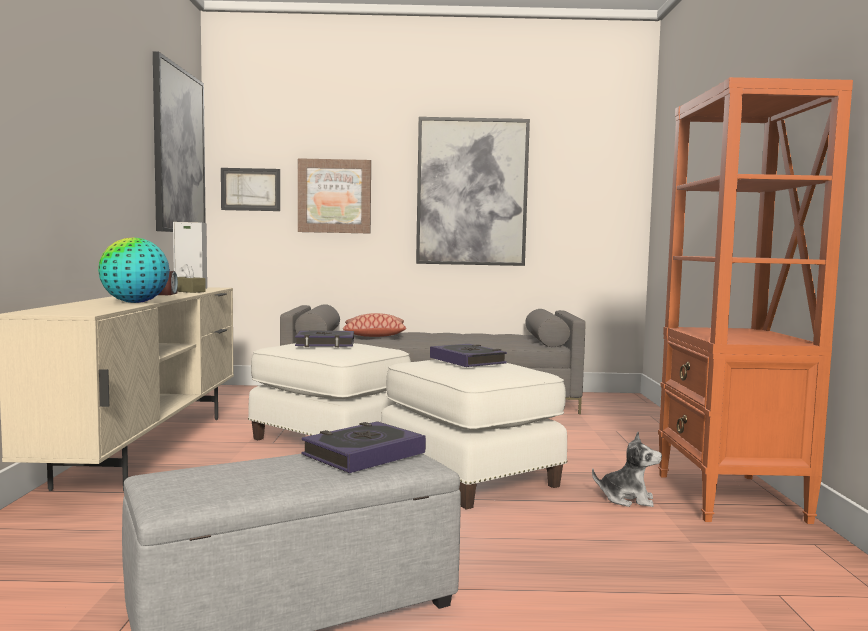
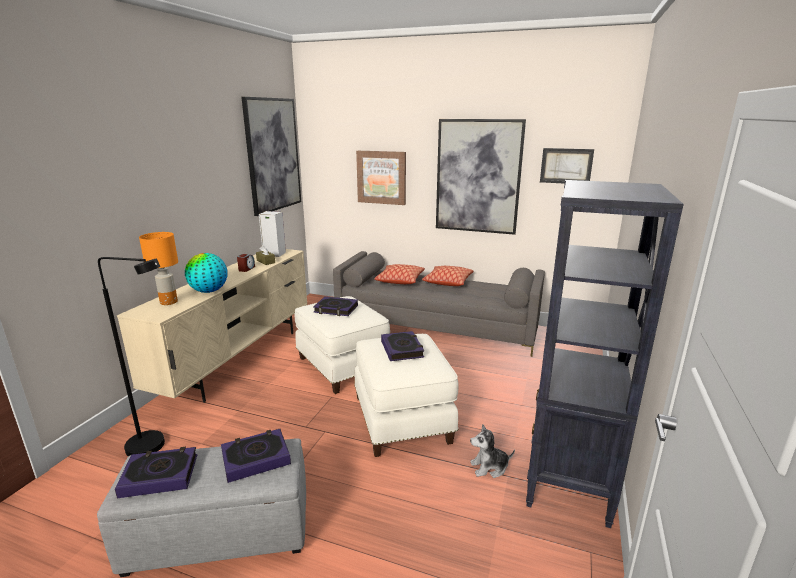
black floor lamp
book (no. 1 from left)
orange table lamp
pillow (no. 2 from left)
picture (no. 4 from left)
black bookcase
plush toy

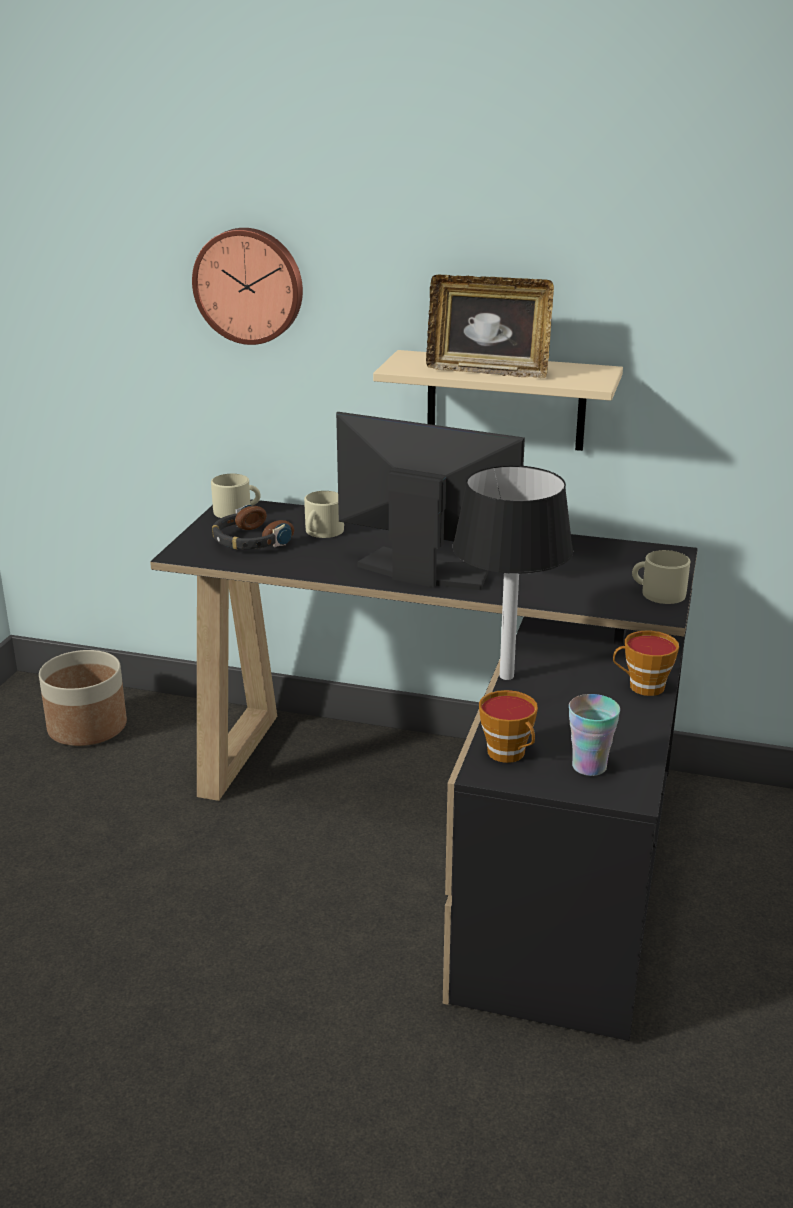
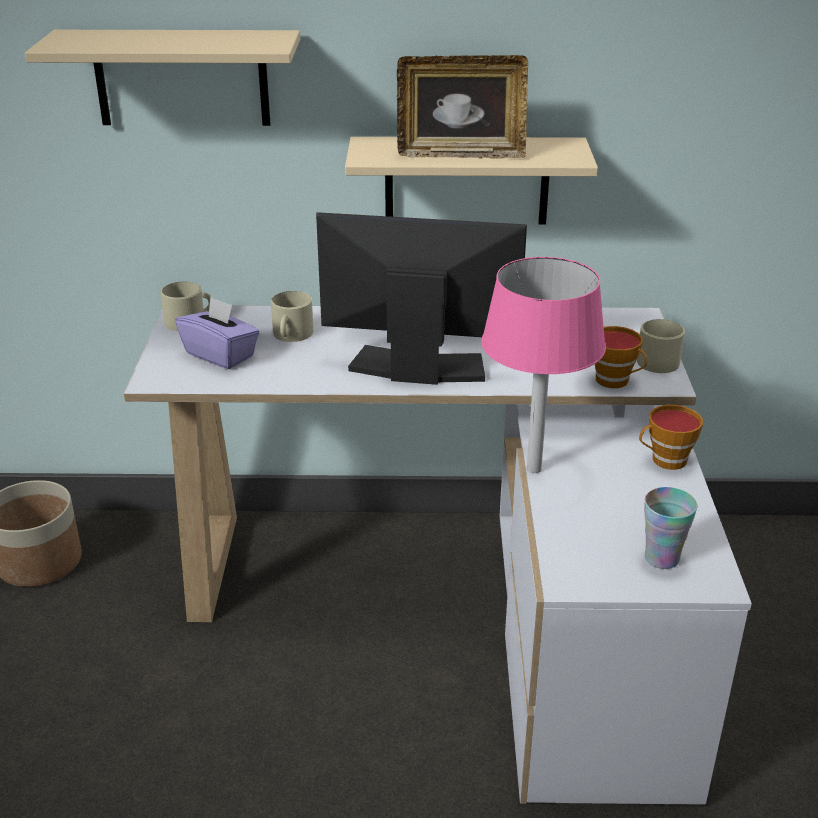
cup (no. 1 from left)
beige shelf (no. 1 from left)
purple tissue box
white desk
pink table lamp

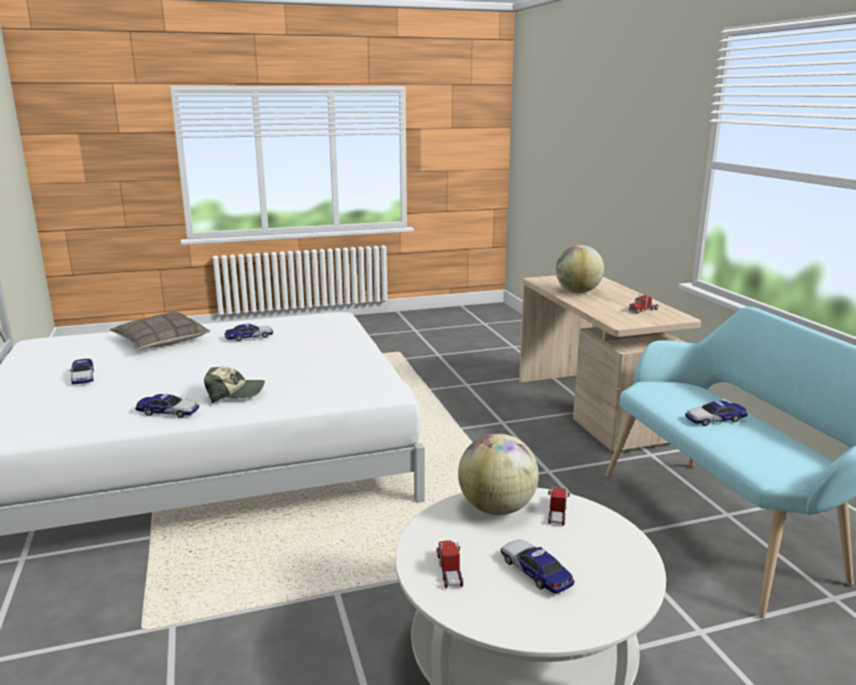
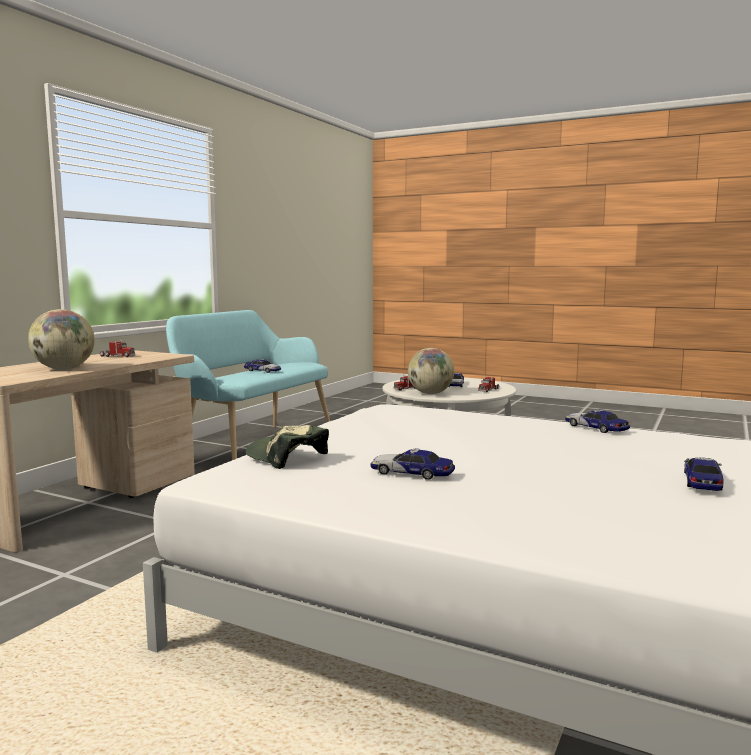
pillow
cap

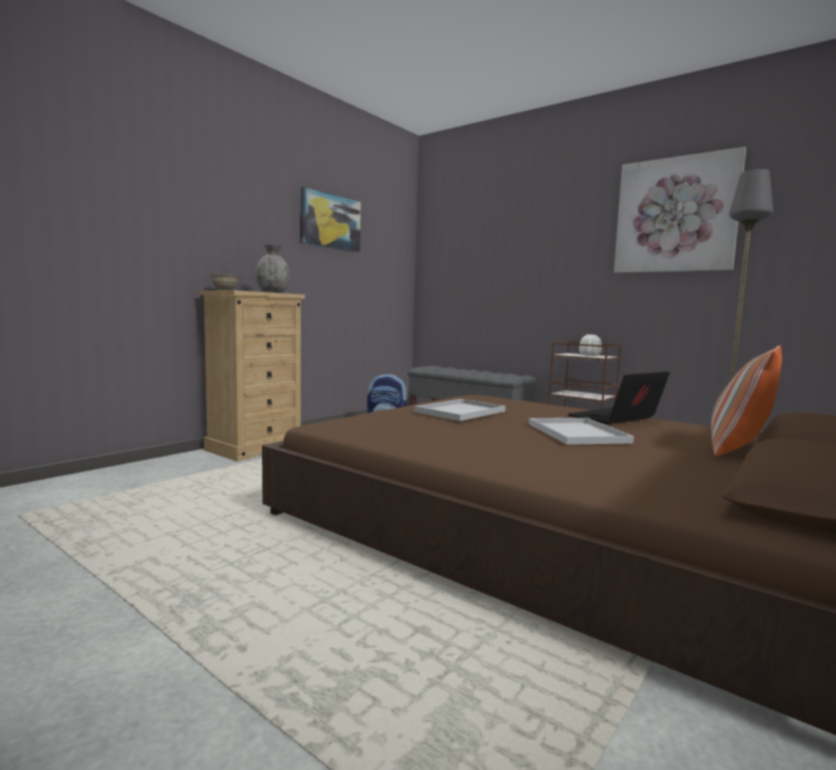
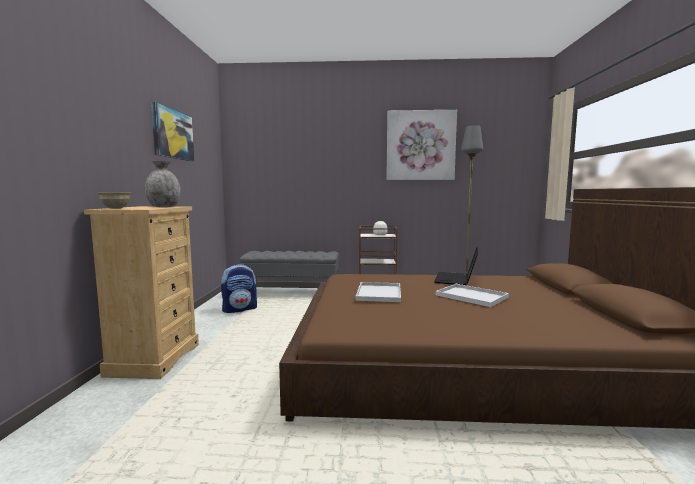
pillow

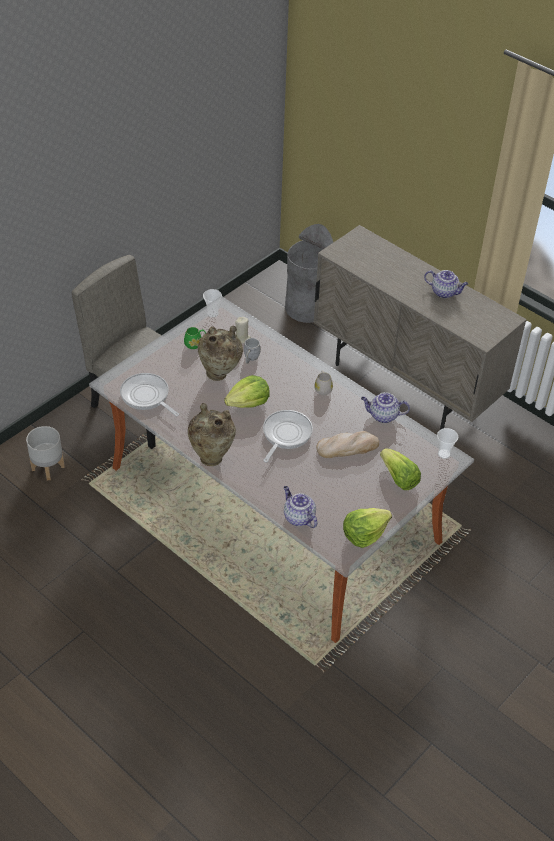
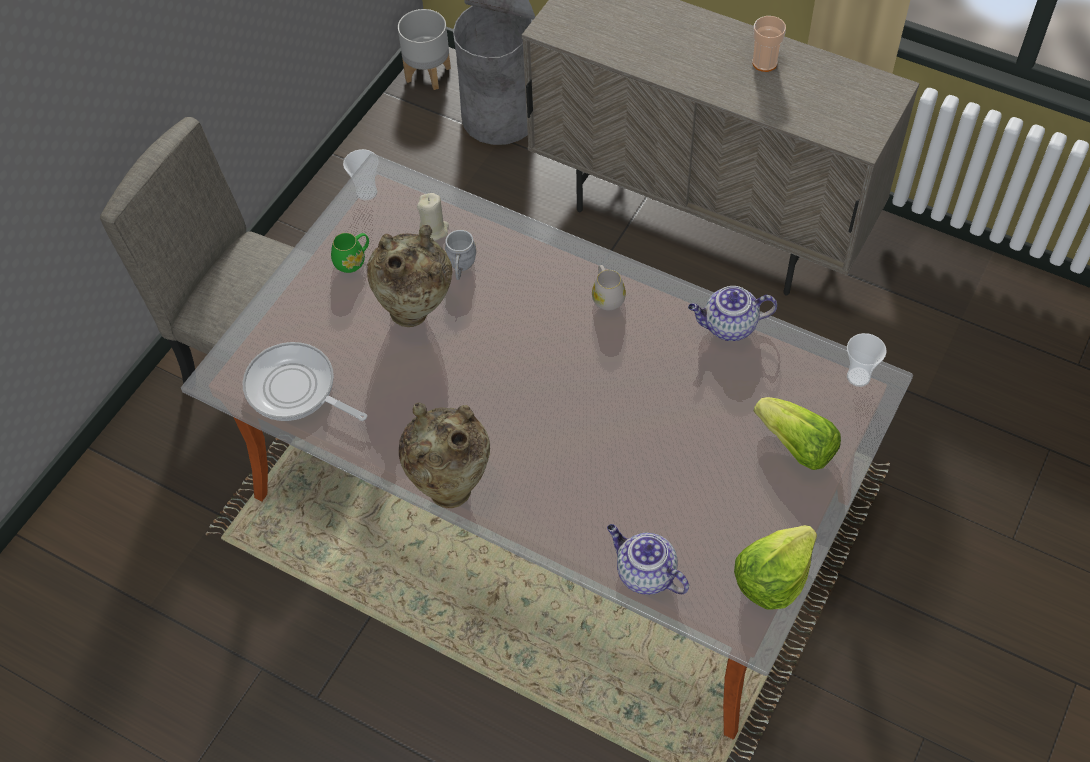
lettuce (no. 1 from left in the first image)
frying pan (no. 2 from left in the first image)
bread
grey planter
cup (no. 2 from left)

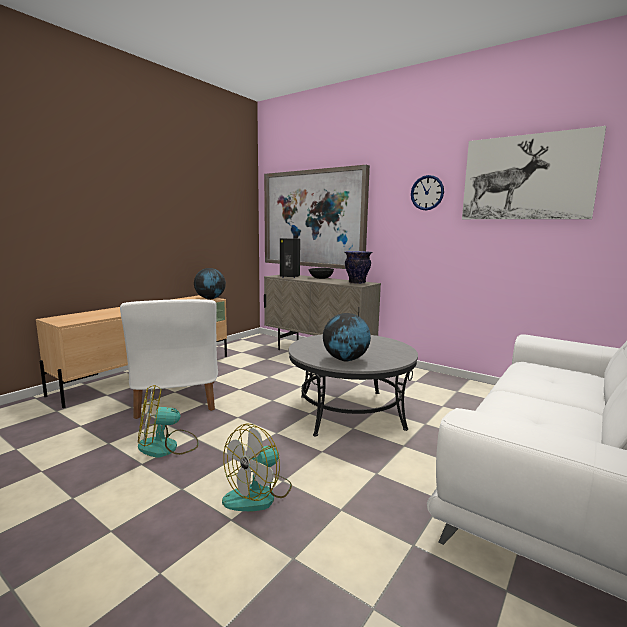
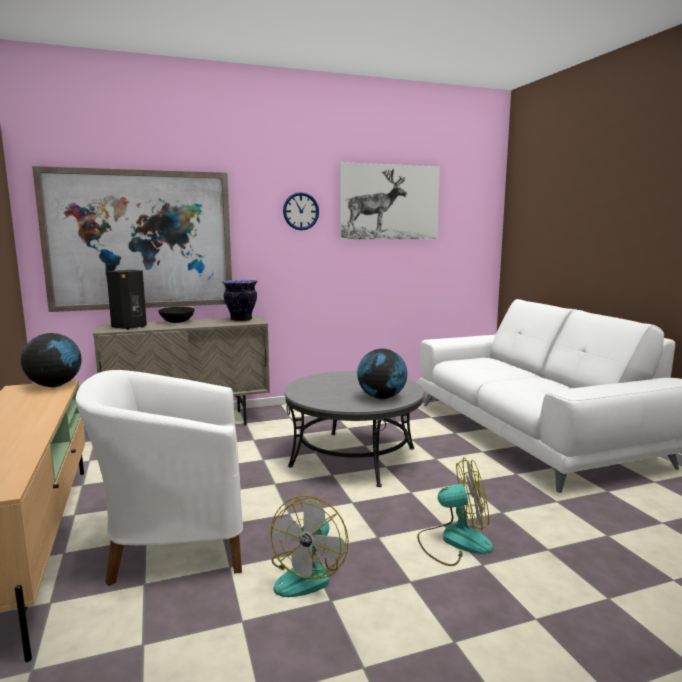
white armchair
fan (no. 2 from left)

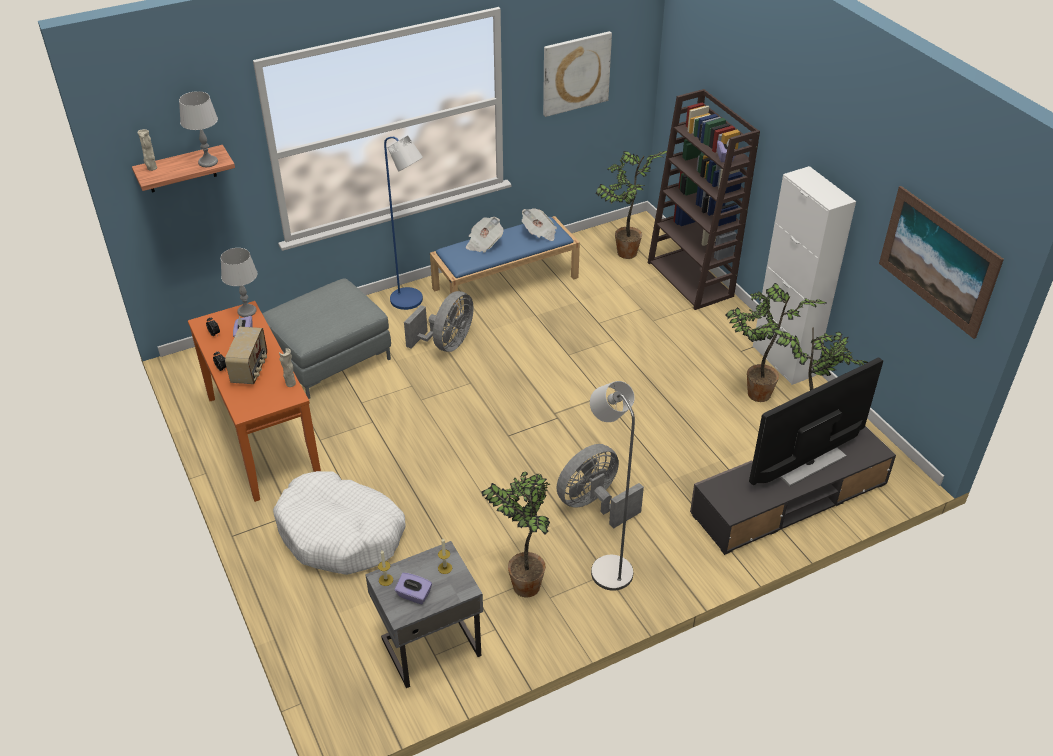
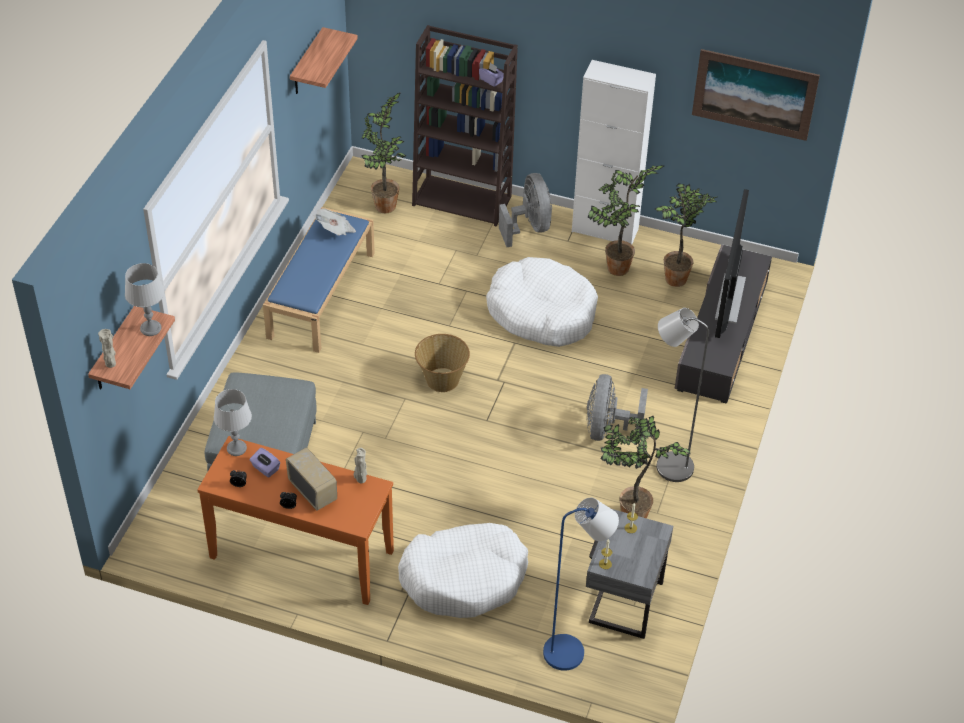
purple tissue box (no. 2 from left in the first image)
newspaper (no. 1 from left in the first image)
basket
white dog bed (no. 2 from left)
blue floor lamp
grey fan (no. 1 from left)
shelf (no. 2 from left)

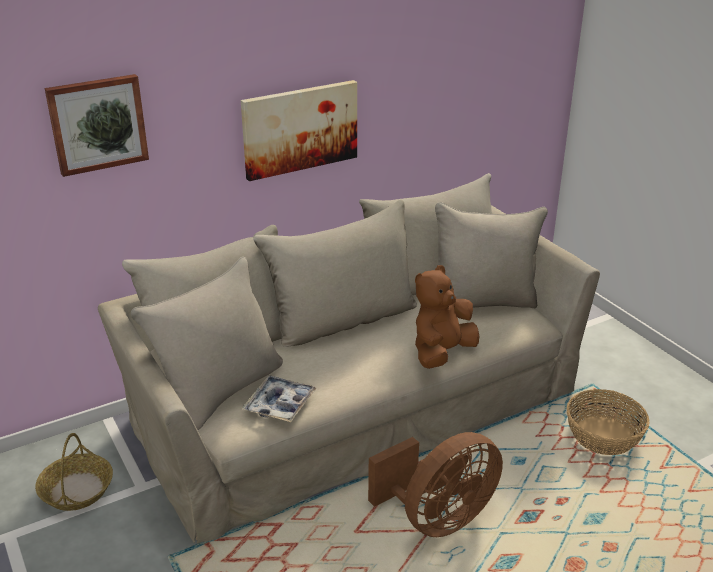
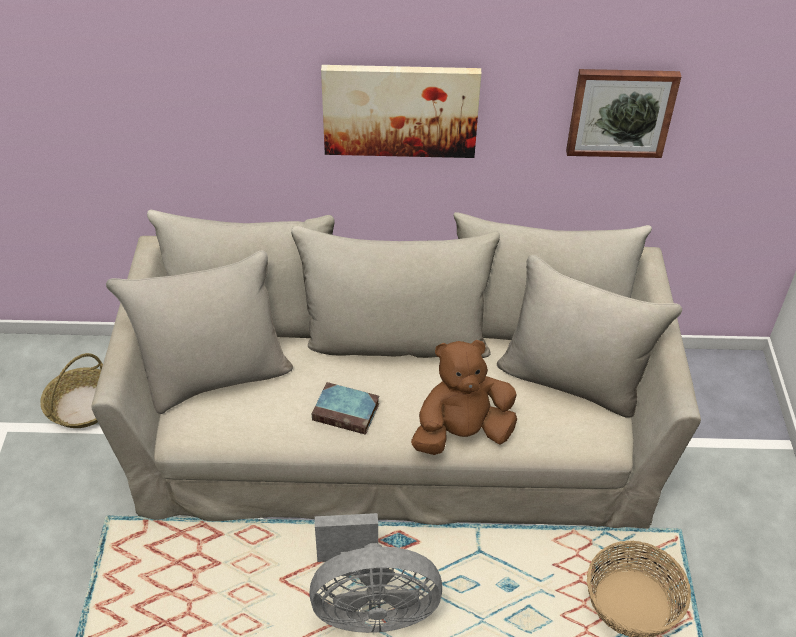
tray
book
picture (no. 2 from left)
grey fan

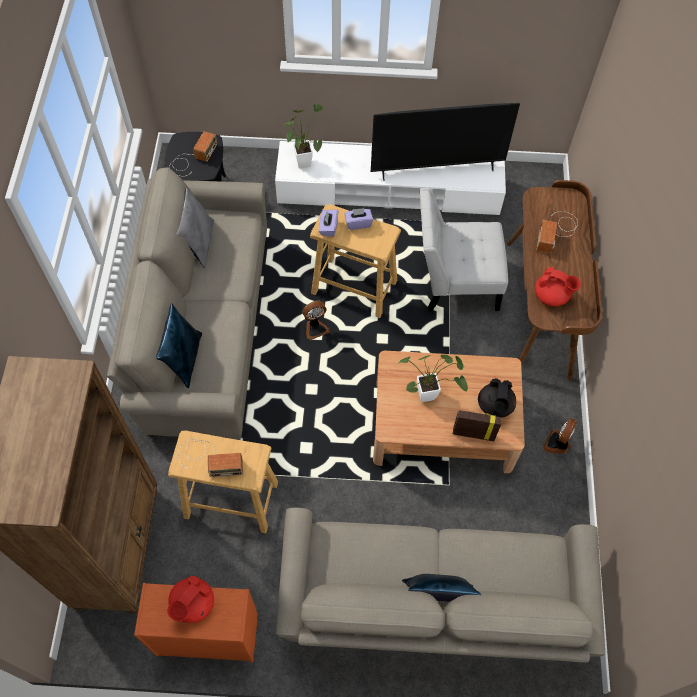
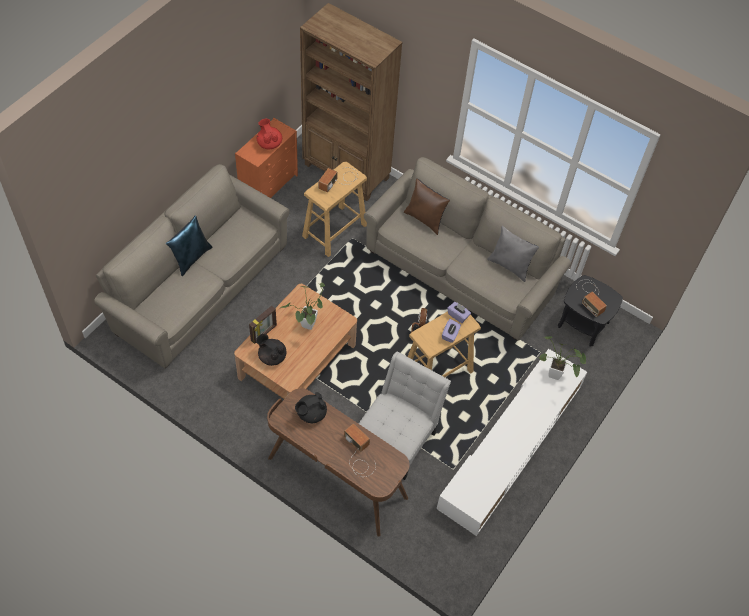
television
fan (no. 2 from left in the first image)
brown pillow
black teapot (no. 2 from left)

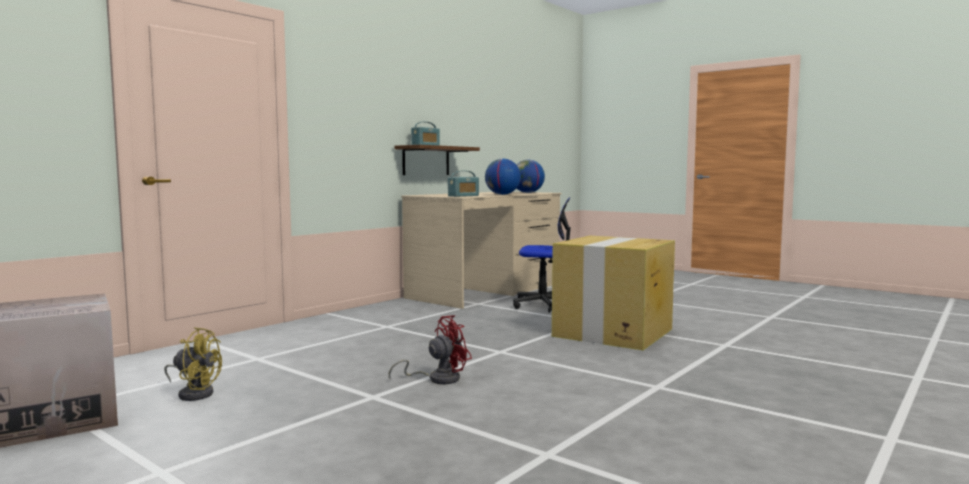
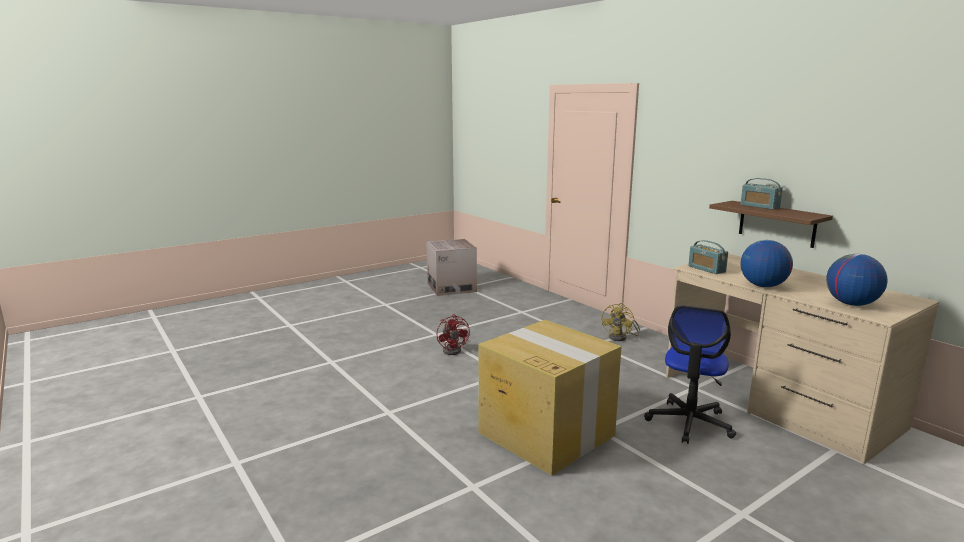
yellow fan

